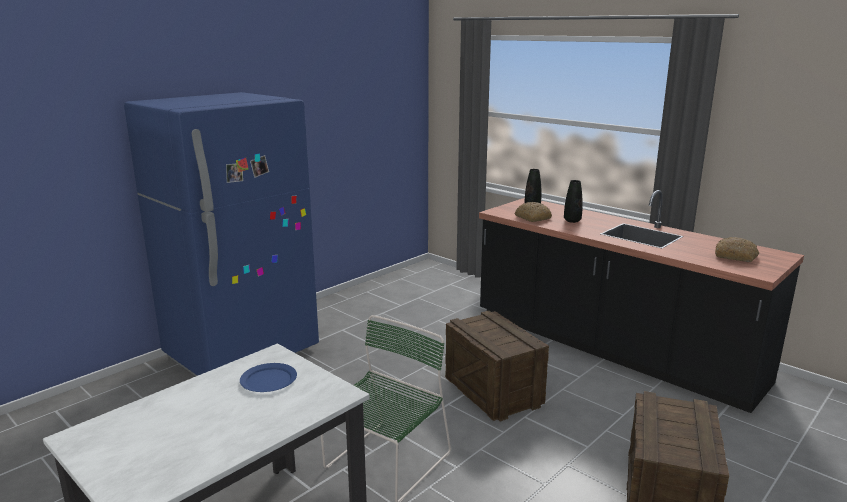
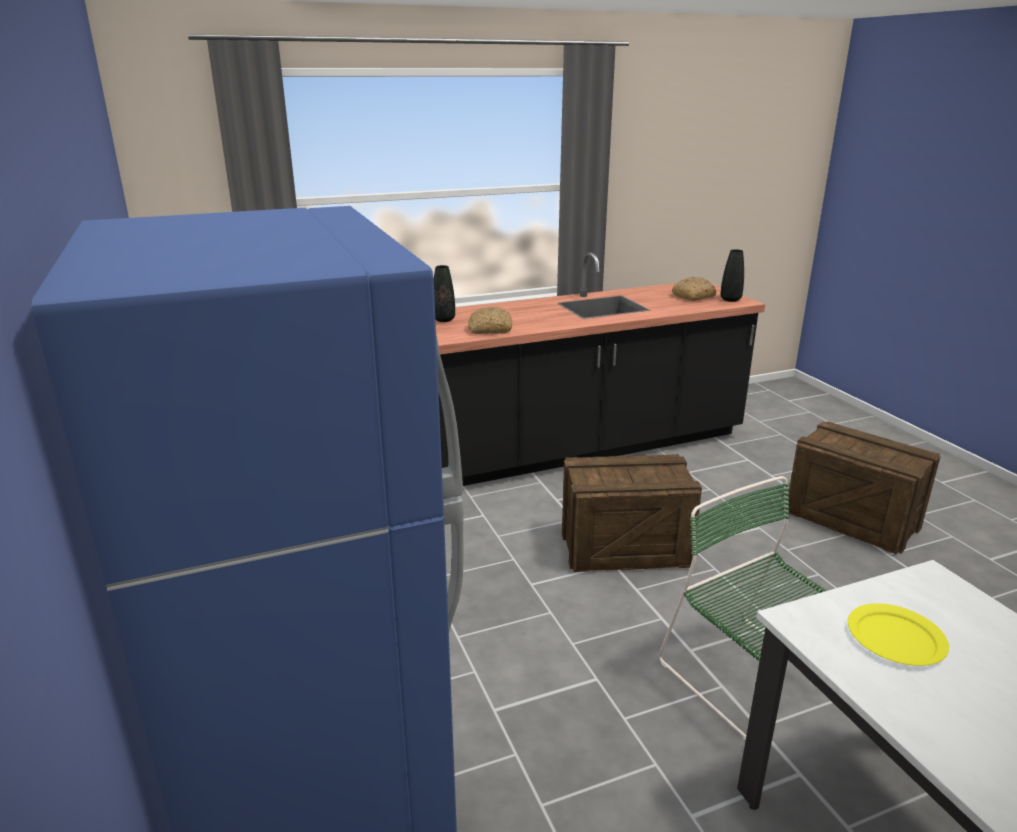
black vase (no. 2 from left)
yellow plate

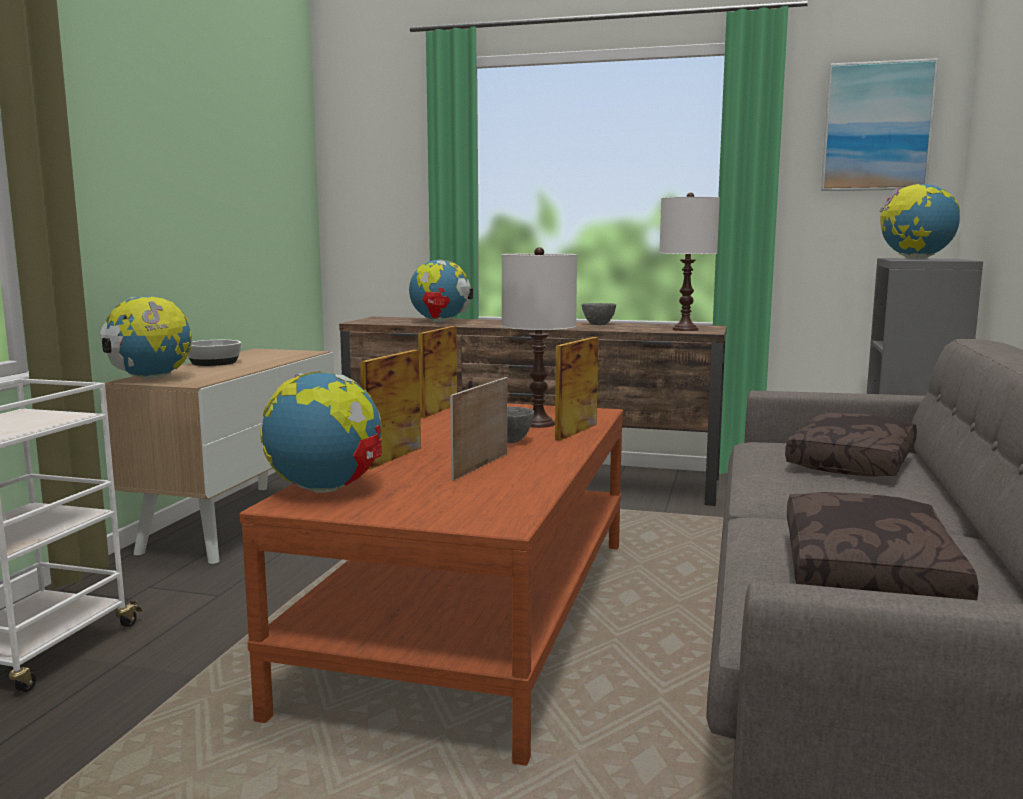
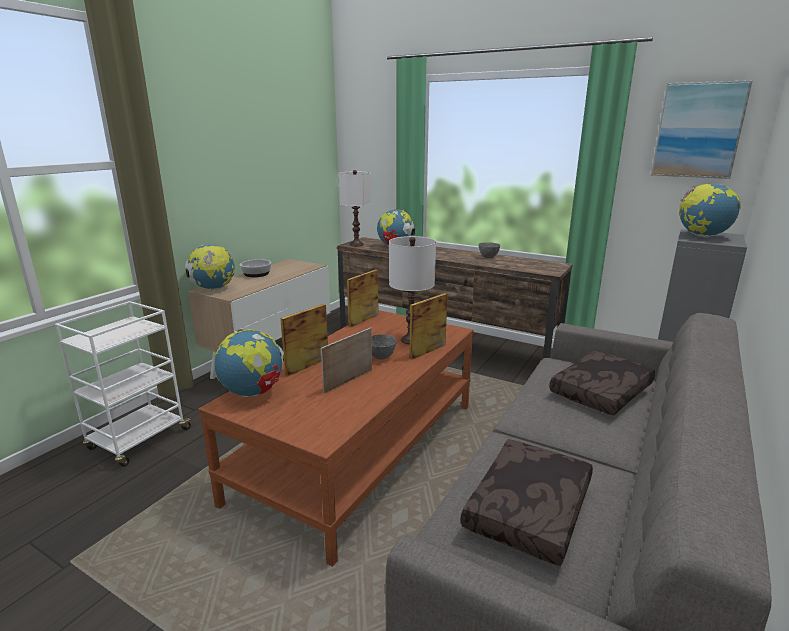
white table lamp (no. 1 from left)

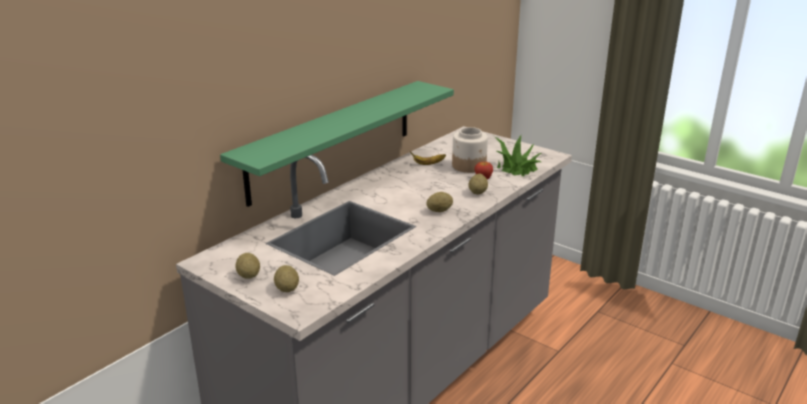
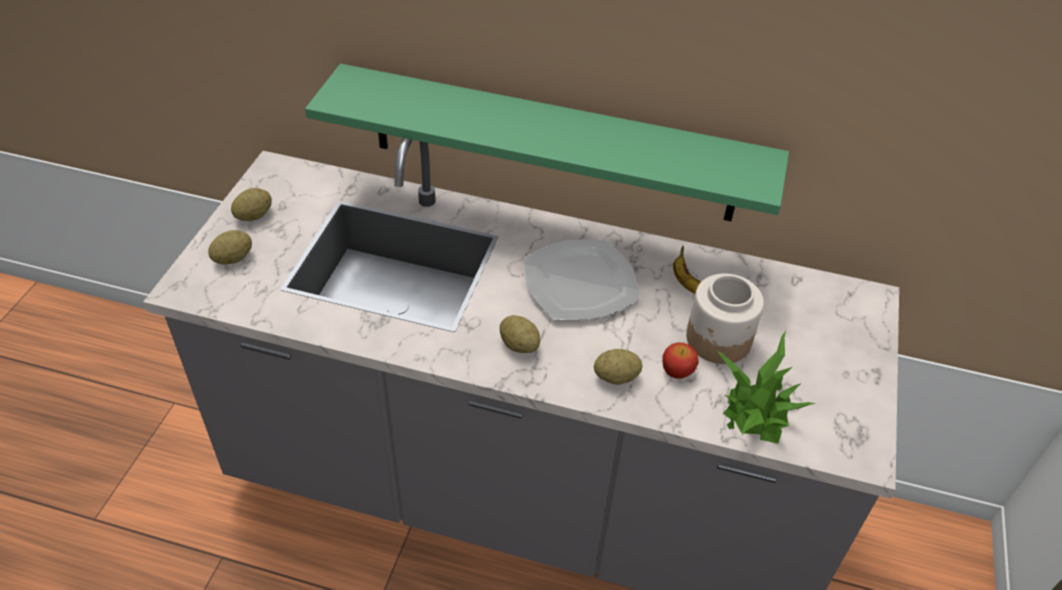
plate

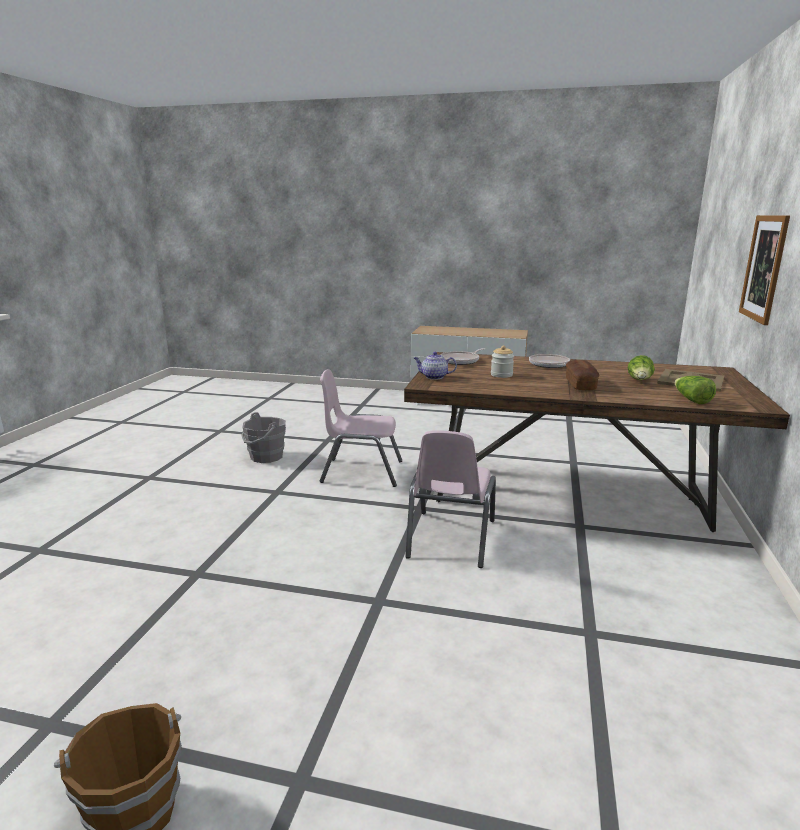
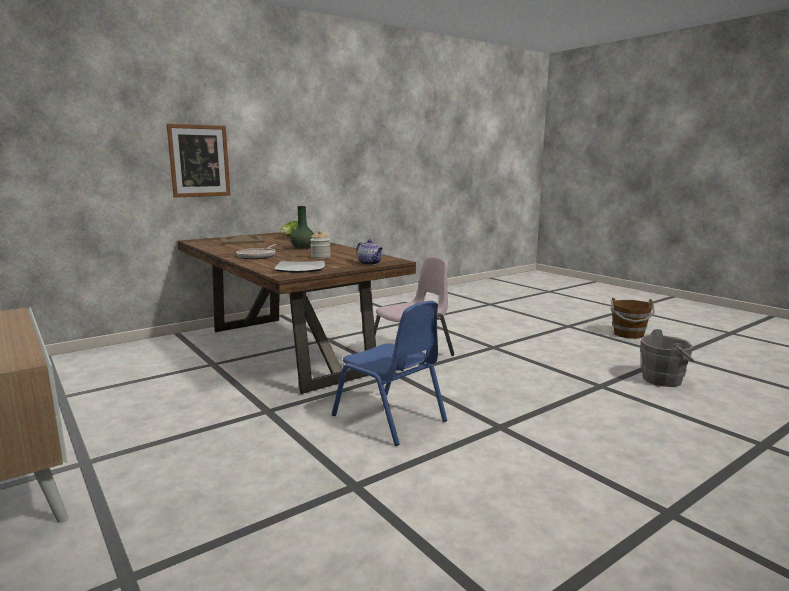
lettuce (no. 1 from left in the first image)
grey bucket
plate
green vase
blue chair

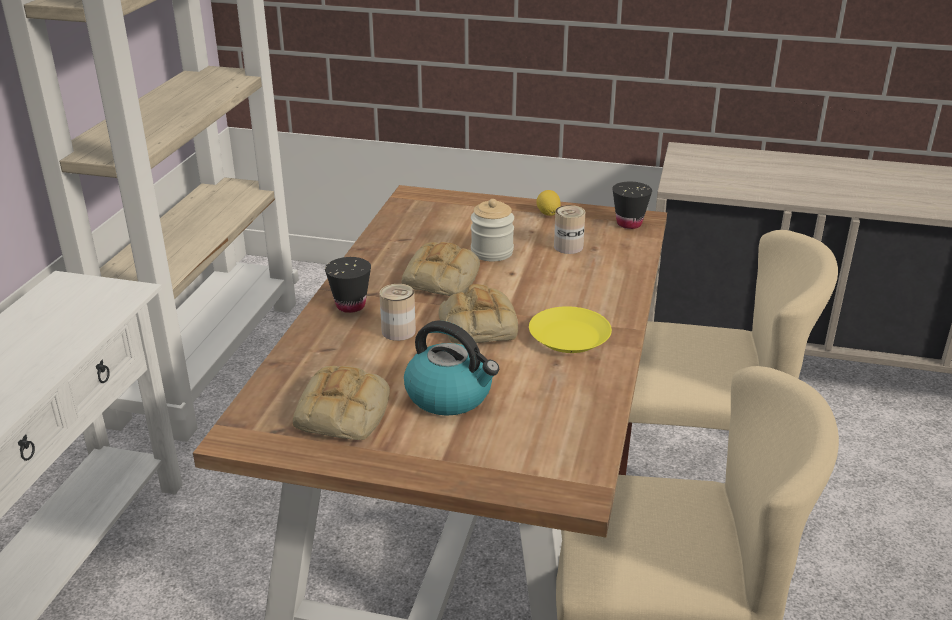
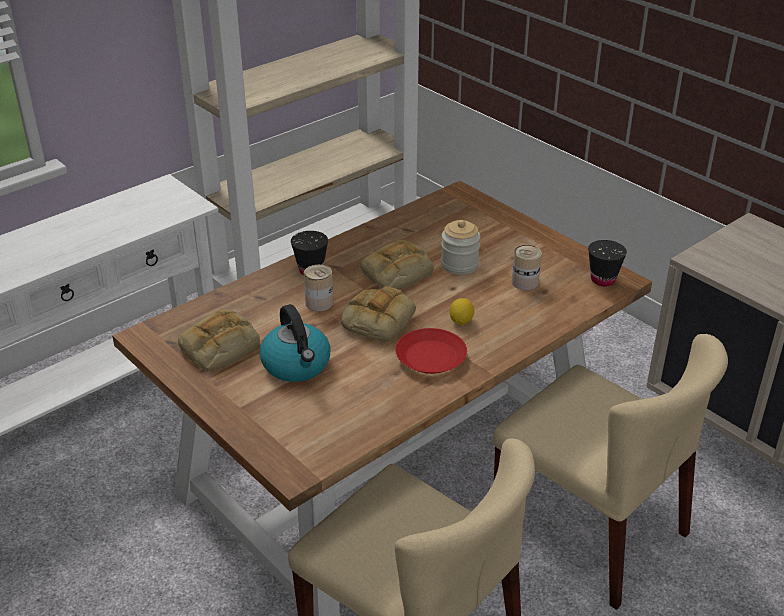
lemon
red plate

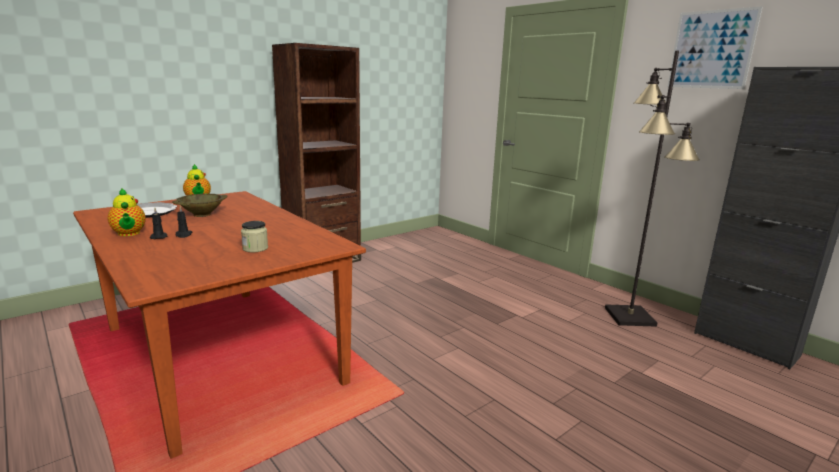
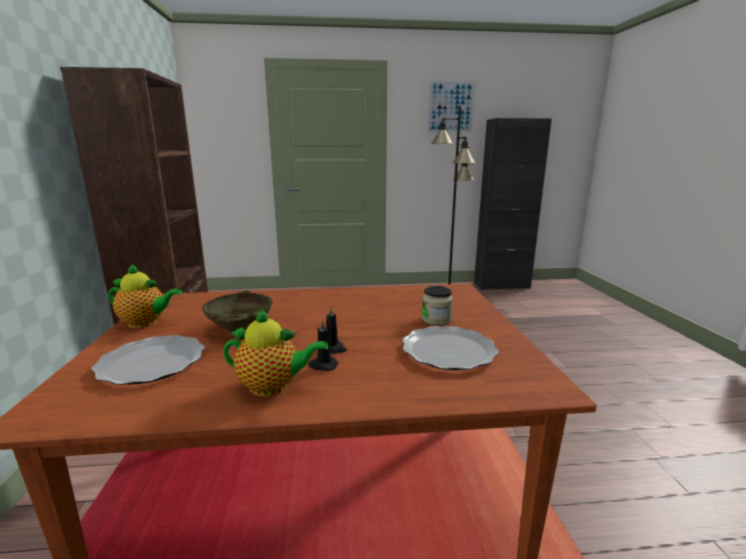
plate (no. 2 from left)

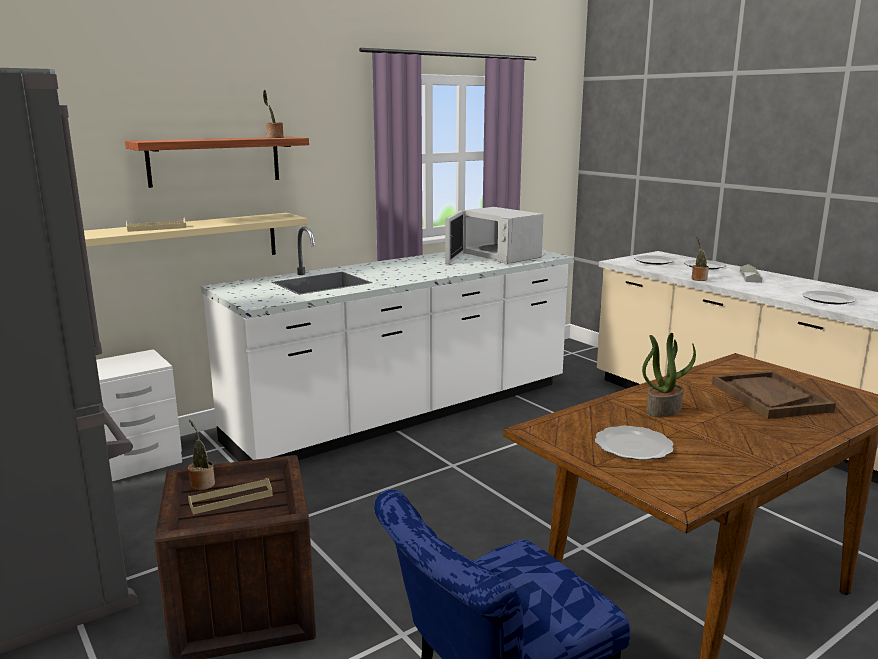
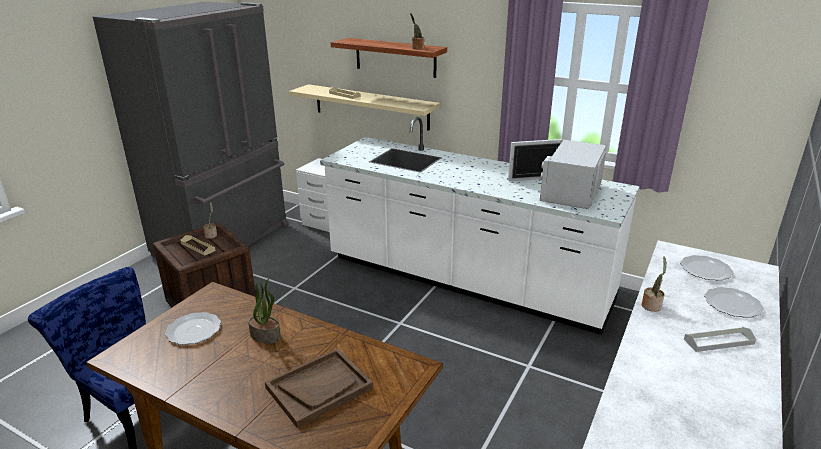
plate (no. 4 from left in the first image)

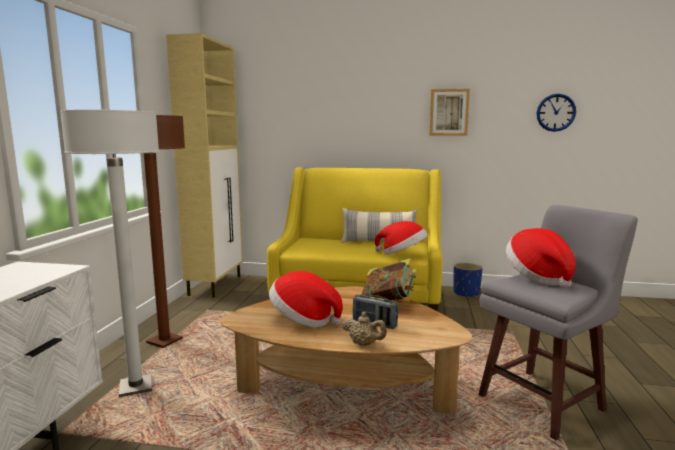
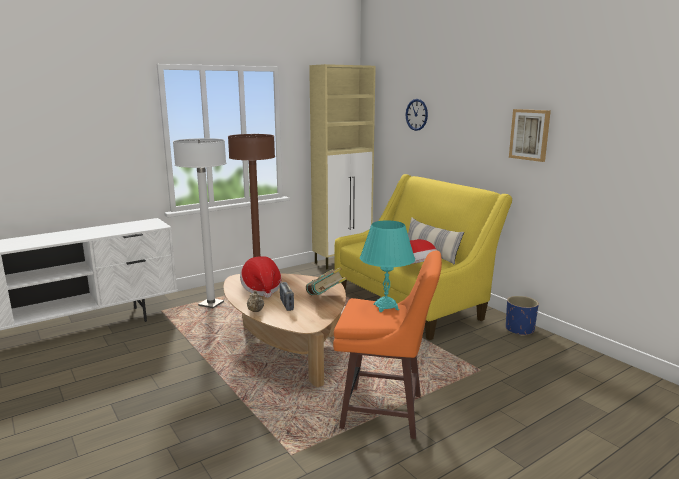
wall clock
turquoise table lamp
orange stool

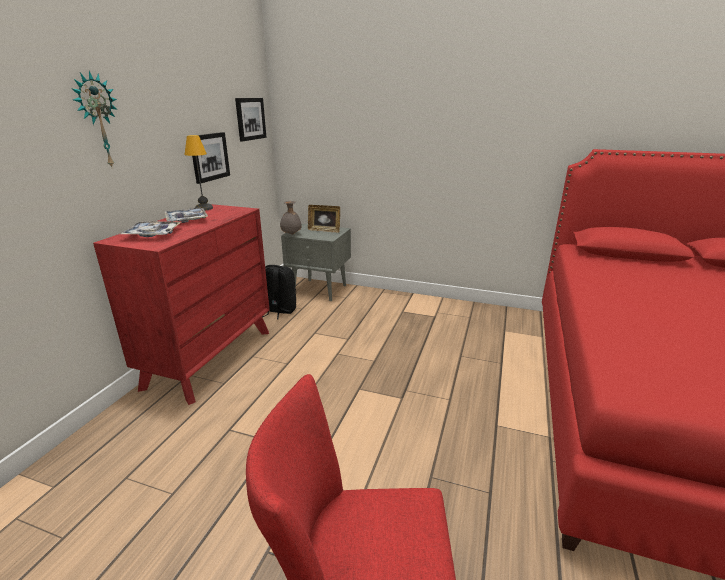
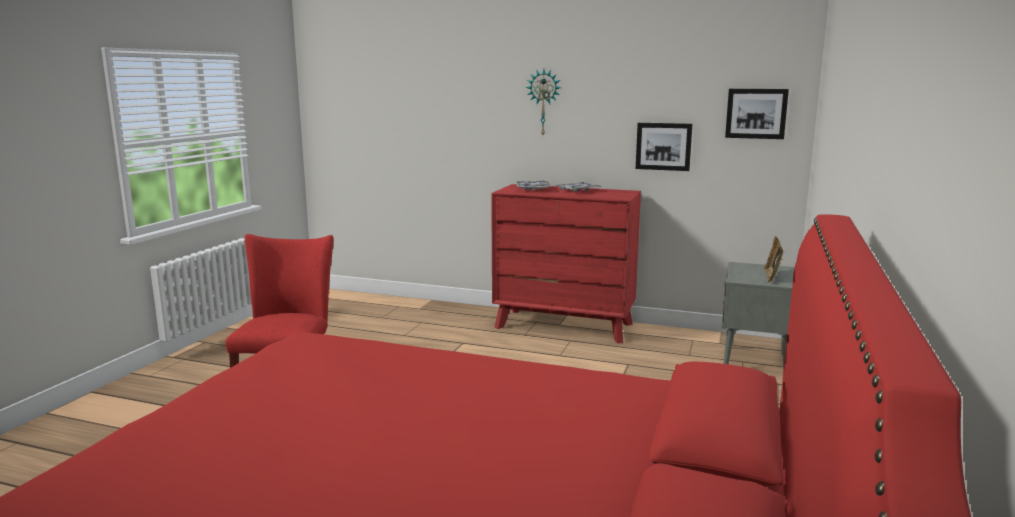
table lamp
black backpack
grey vase

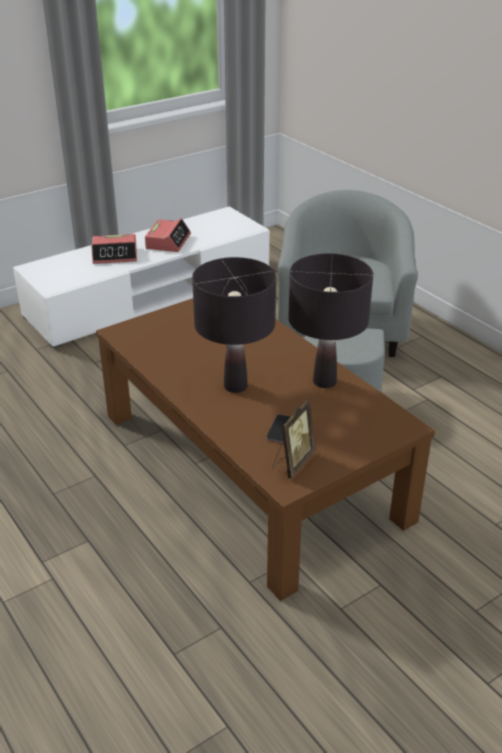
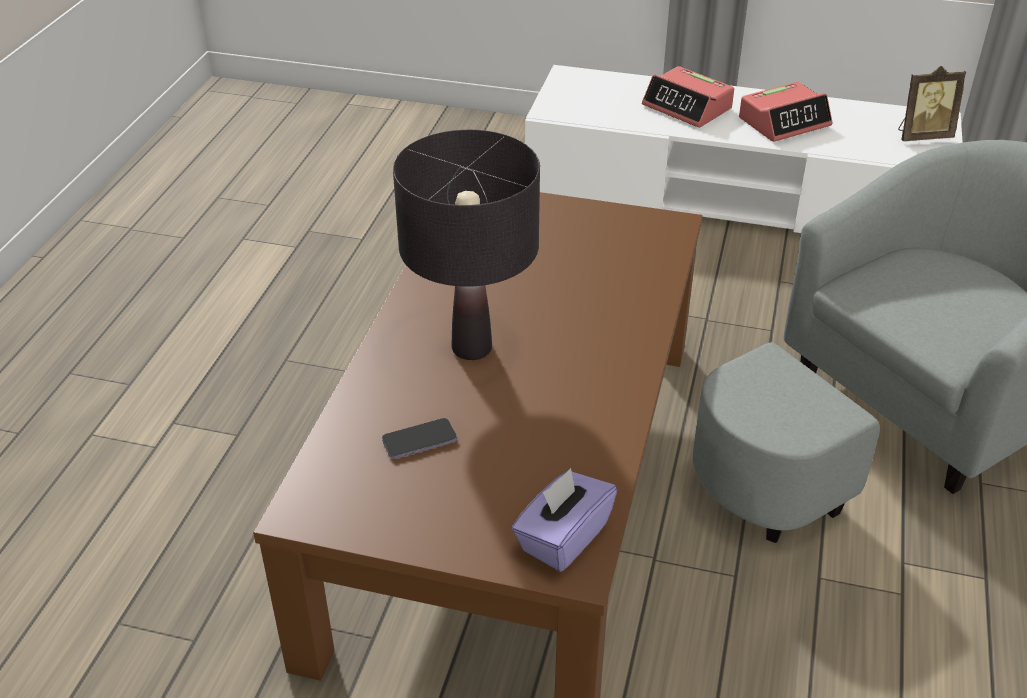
black table lamp (no. 2 from left in the first image)
purple tissue box
picture frame

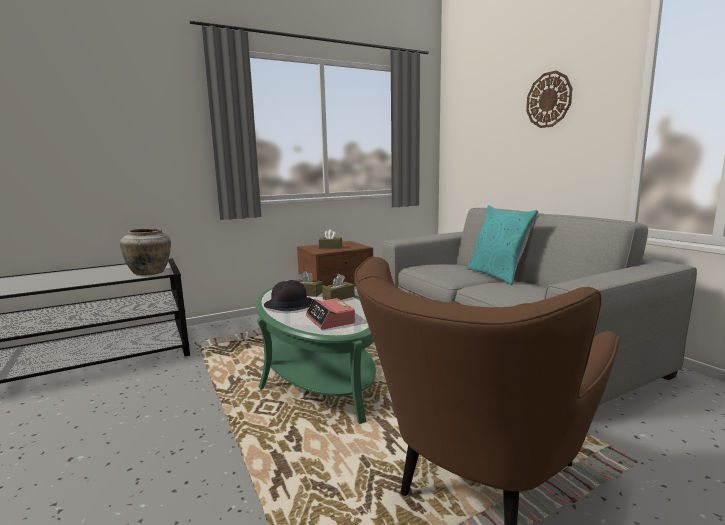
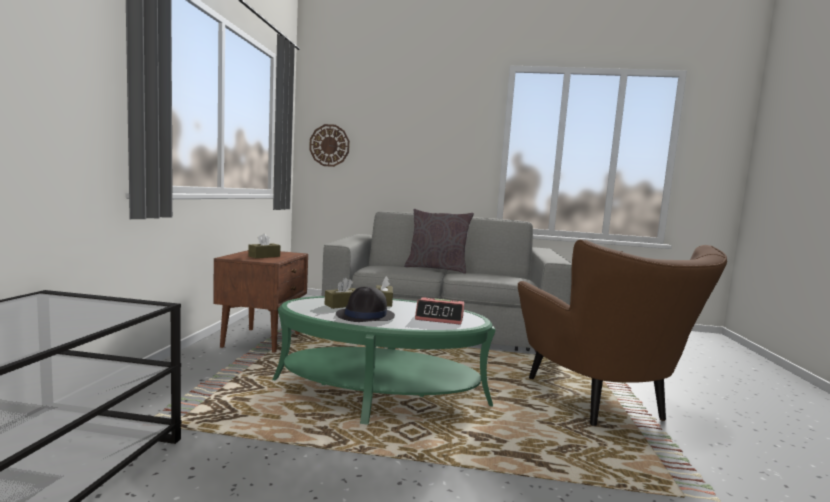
beige vase
wall clock
grey pillow

